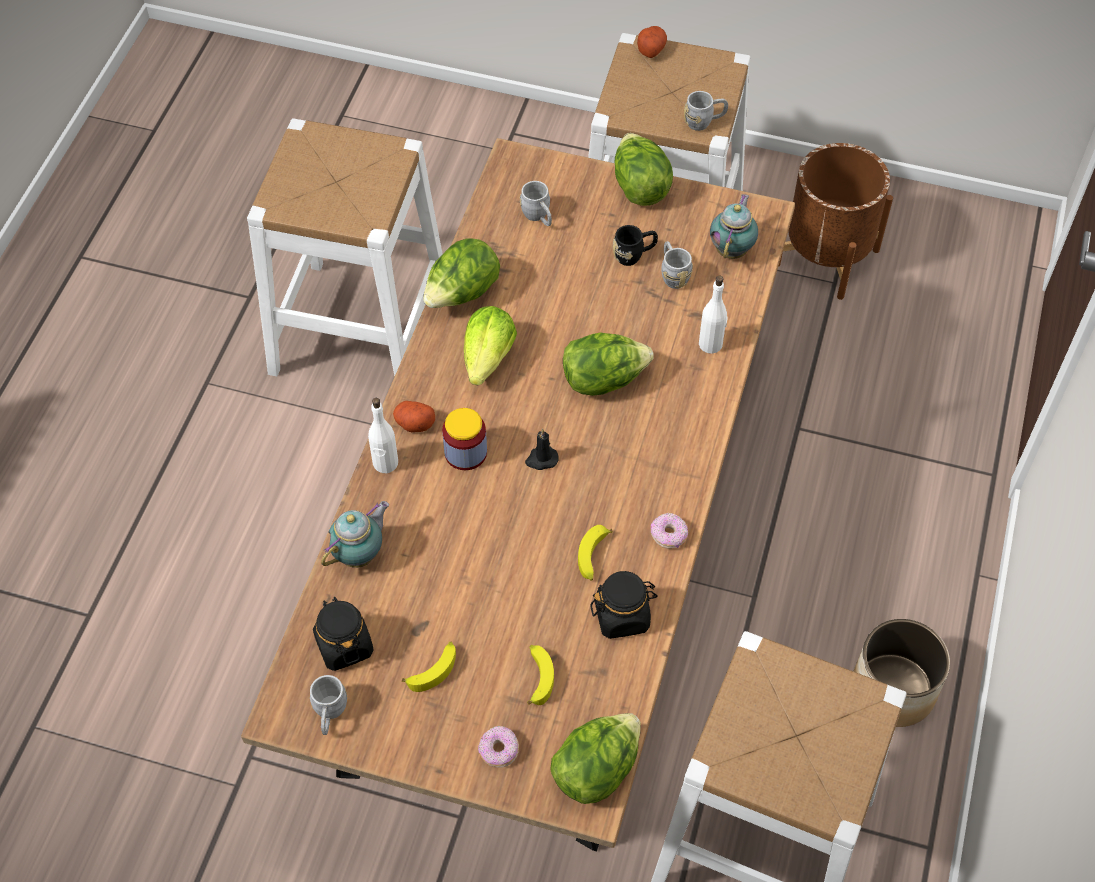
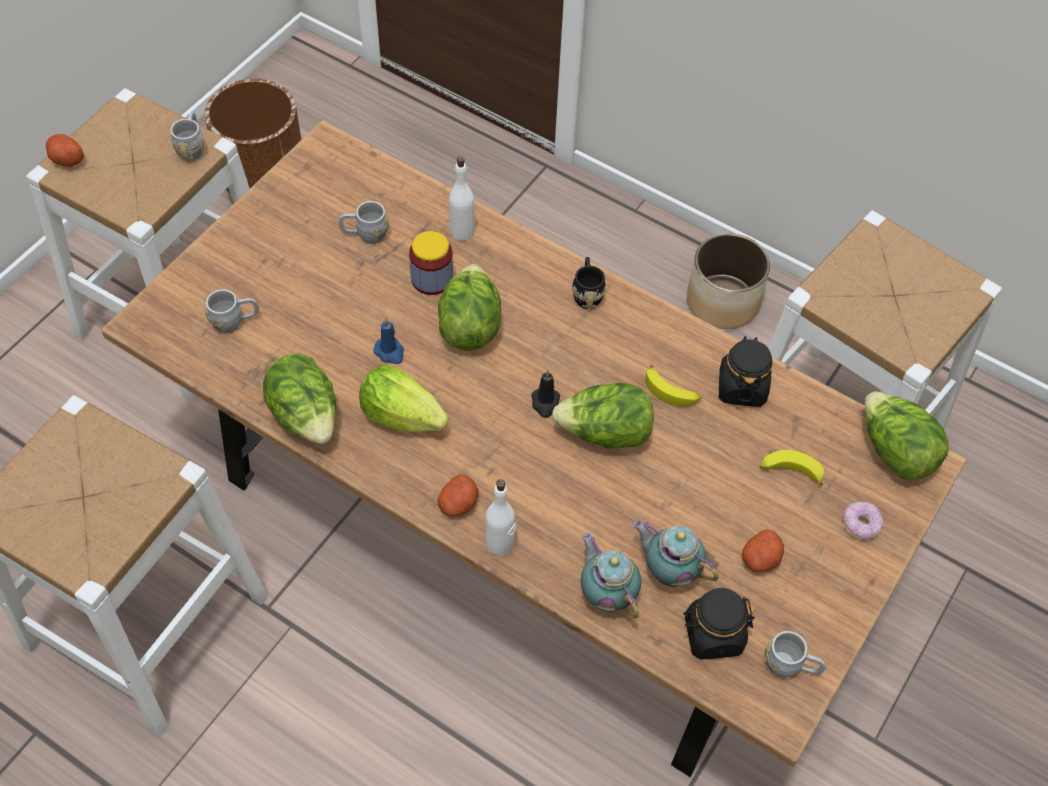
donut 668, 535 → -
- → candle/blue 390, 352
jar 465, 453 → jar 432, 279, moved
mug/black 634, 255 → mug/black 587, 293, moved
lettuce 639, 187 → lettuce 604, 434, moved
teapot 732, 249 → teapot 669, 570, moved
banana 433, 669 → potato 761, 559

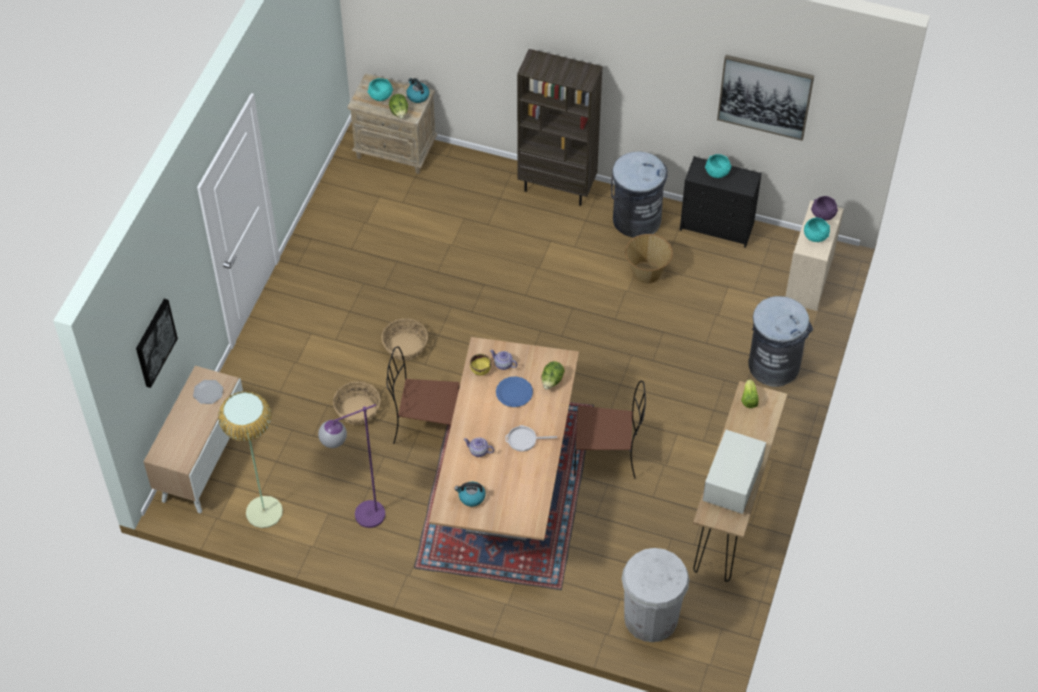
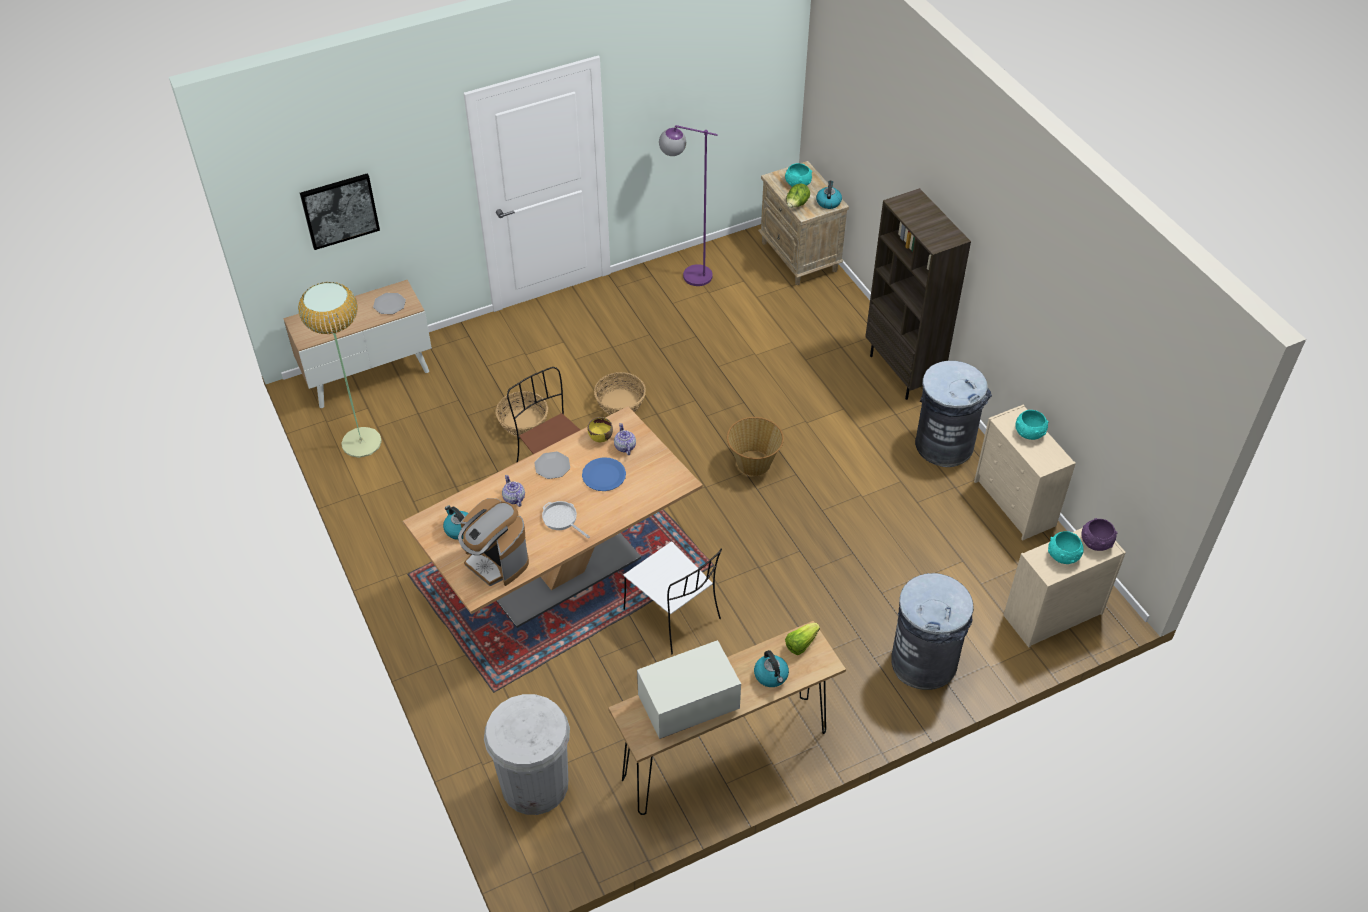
lettuce 552, 381 → -
picture 765, 96 → -
- → coffee machine 496, 562
- → plate 552, 466
- → kettle 771, 676
floor lamp/purple 359, 519 → floor lamp/purple 687, 274, moved
basket 647, 273 → basket 753, 464, moved
chair/brown 607, 455 → chair/white 674, 615
dresser/black 717, 227 → dresser/beige 1015, 504

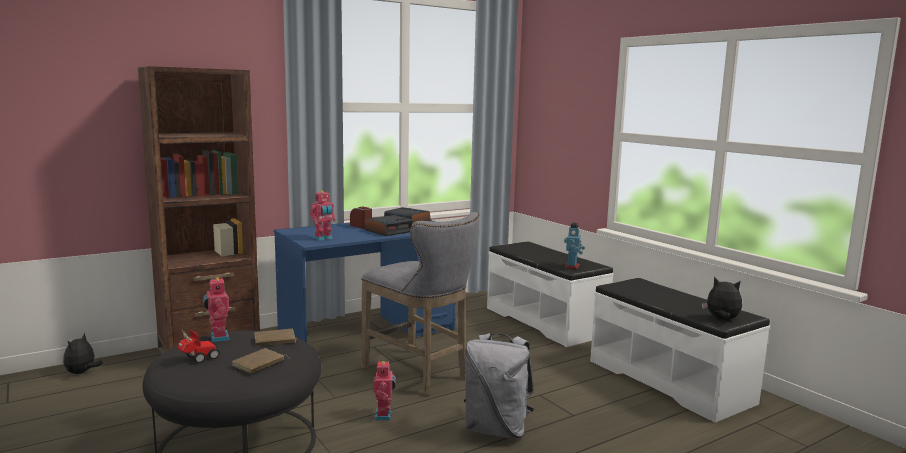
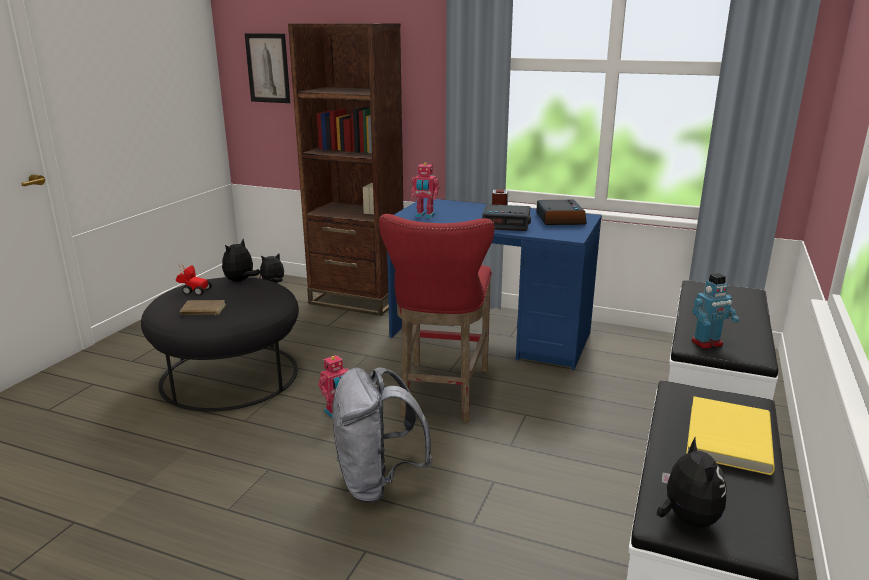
book/brown 275, 340 → -
- → picture 268, 68
- → book/yellow 726, 437
toy robot 218, 338 → plush toy 241, 281
stool/grey 419, 374 → stool/red 441, 394

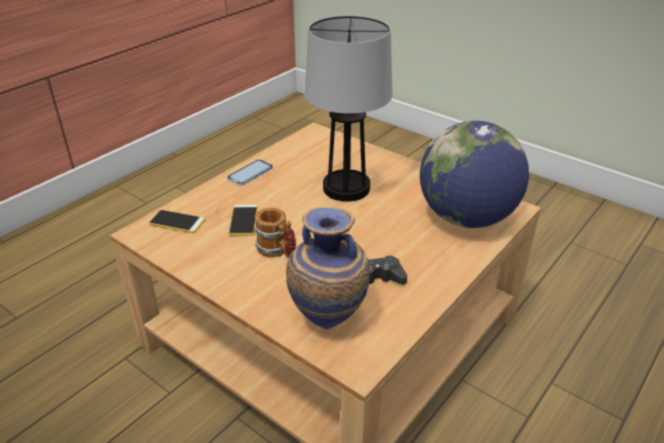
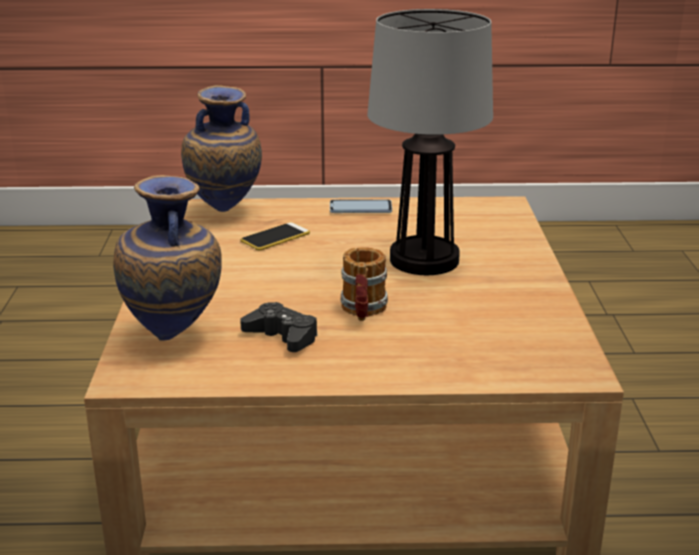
globe 466, 218 → -
mug 277, 251 → mug 363, 311, moved
phone 177, 222 → vase 224, 213

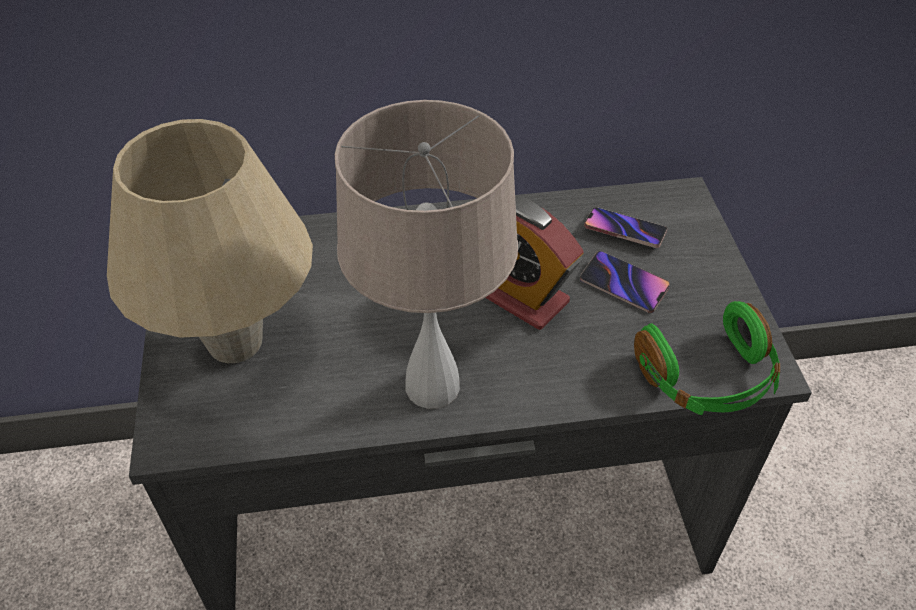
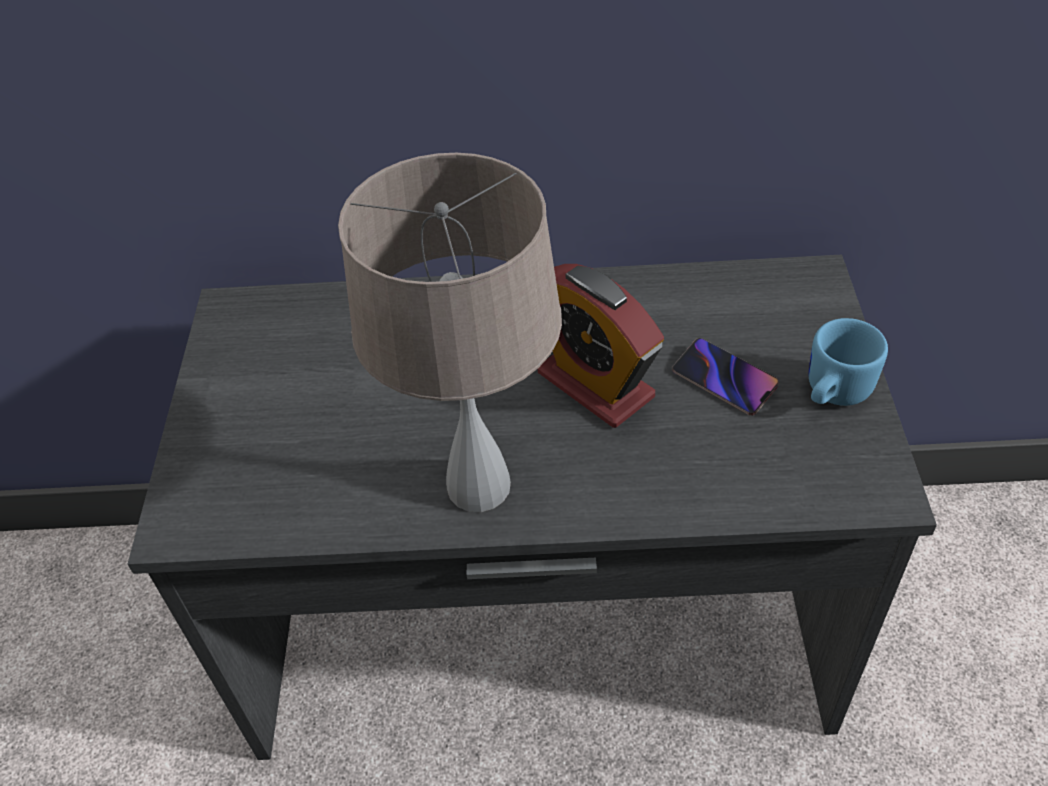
table lamp/beige 235, 342 → -
phone 624, 231 → -
headphones/green 707, 378 → -
- → mug/blue 832, 393

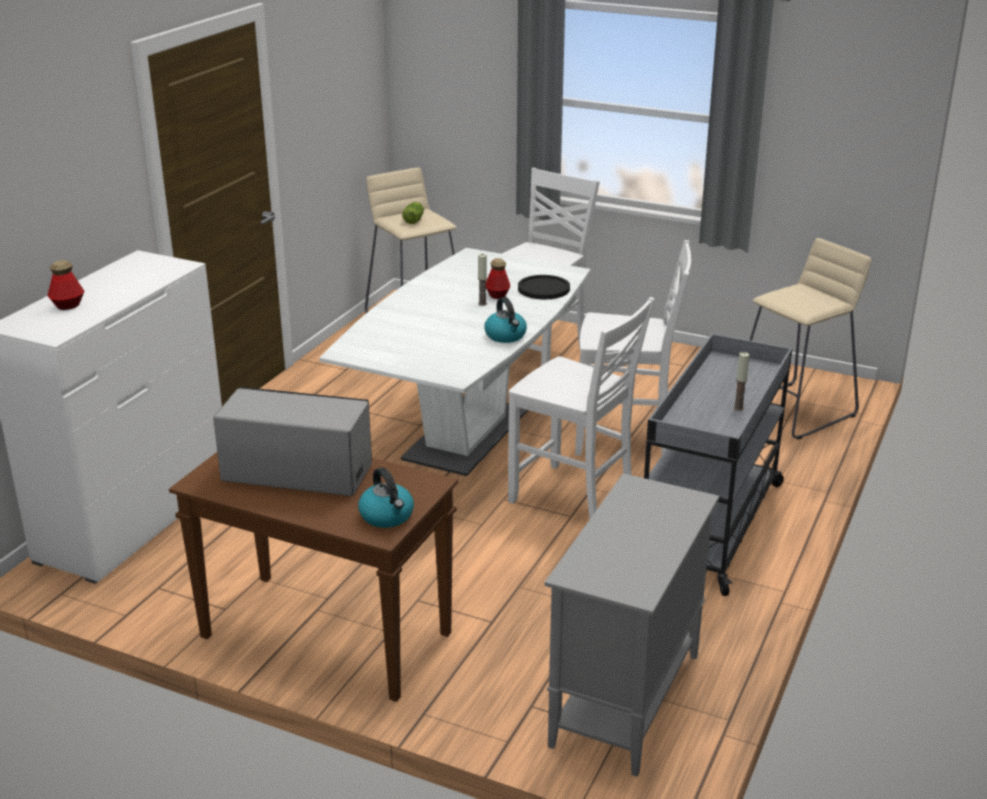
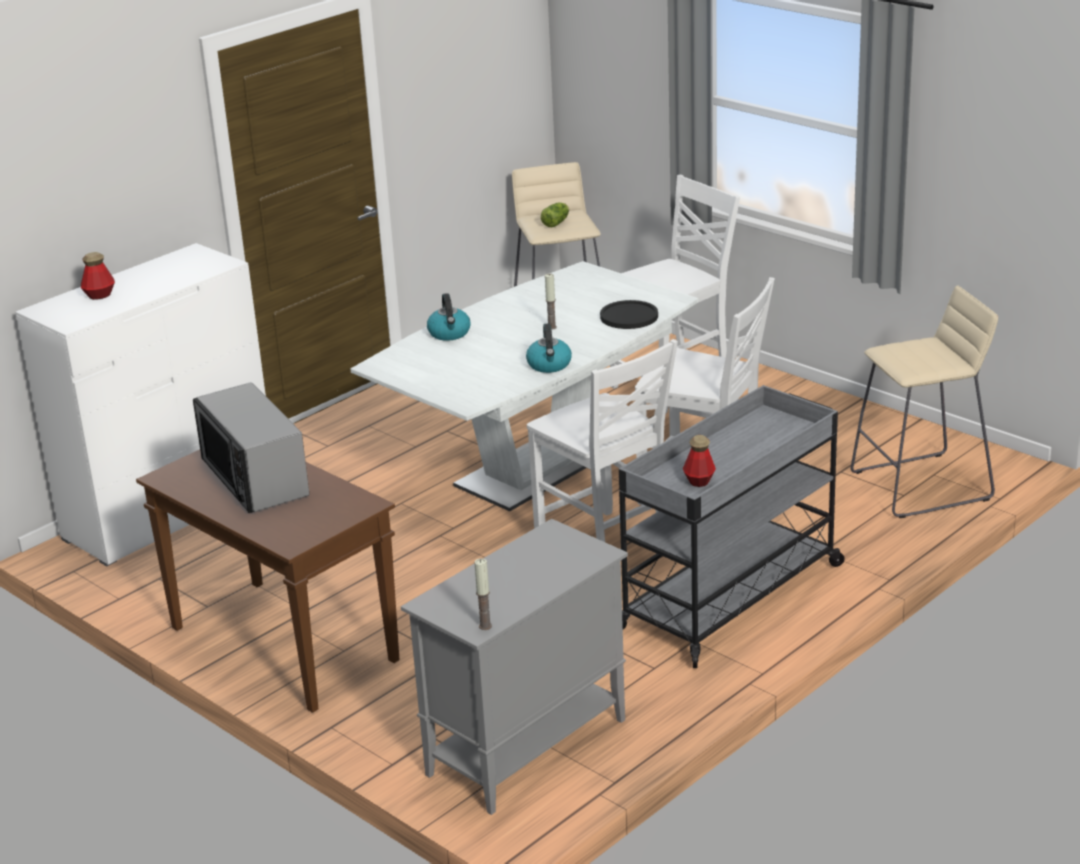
kettle 387, 516 → kettle 449, 333, moved
bottle 497, 295 → bottle 699, 481, moved
candle 738, 408 → candle 485, 626, moved
microwave 297, 472 → microwave 254, 479, 150 degrees counterclockwise

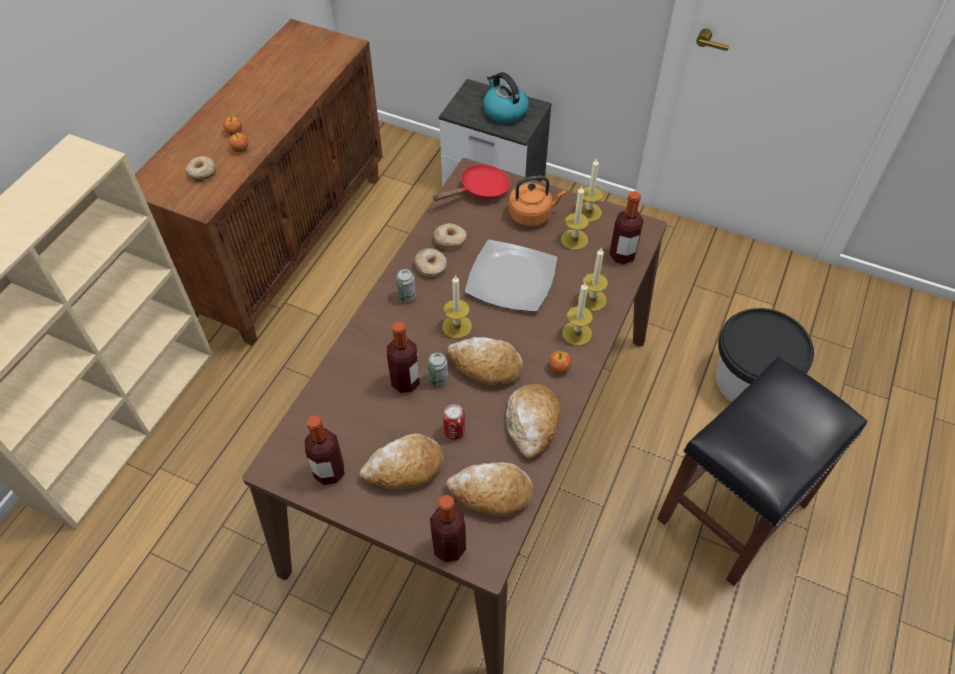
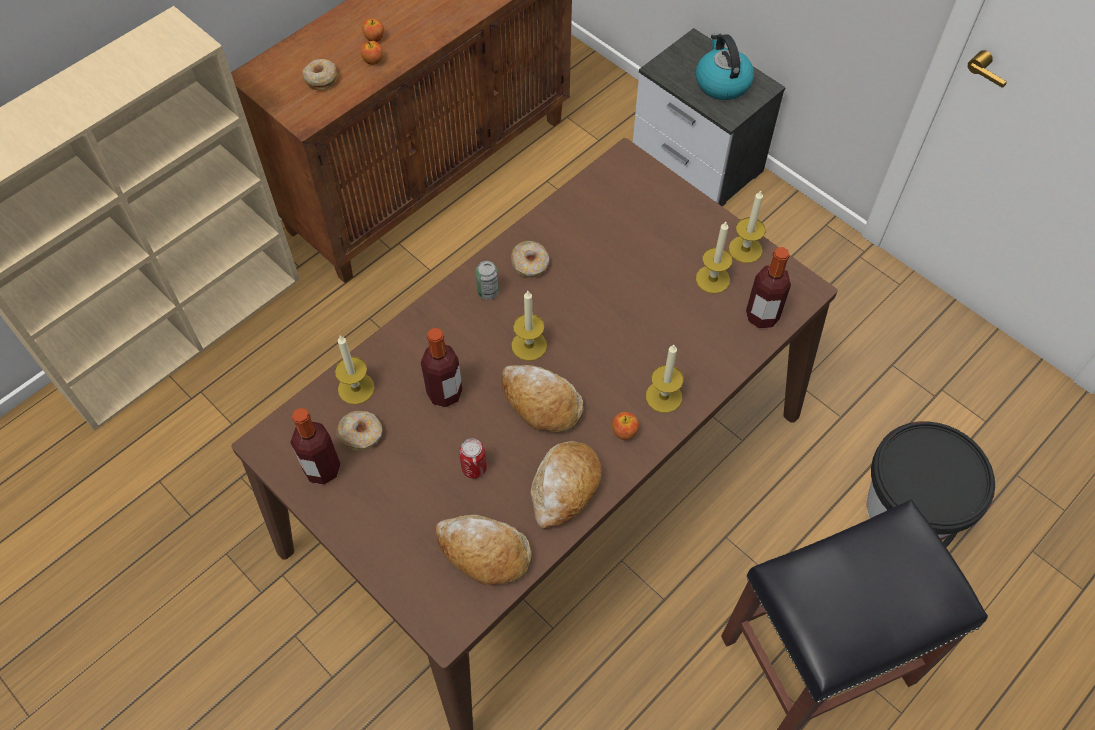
bread 404, 469 → -
can 438, 379 → -
bottle 449, 547 → -
frying pan/red 480, 190 → -
plate 510, 279 → -
kettle/orange 532, 215 → -
donut 450, 240 → donut 361, 434, moved
candle 592, 300 → candle 356, 388, moved

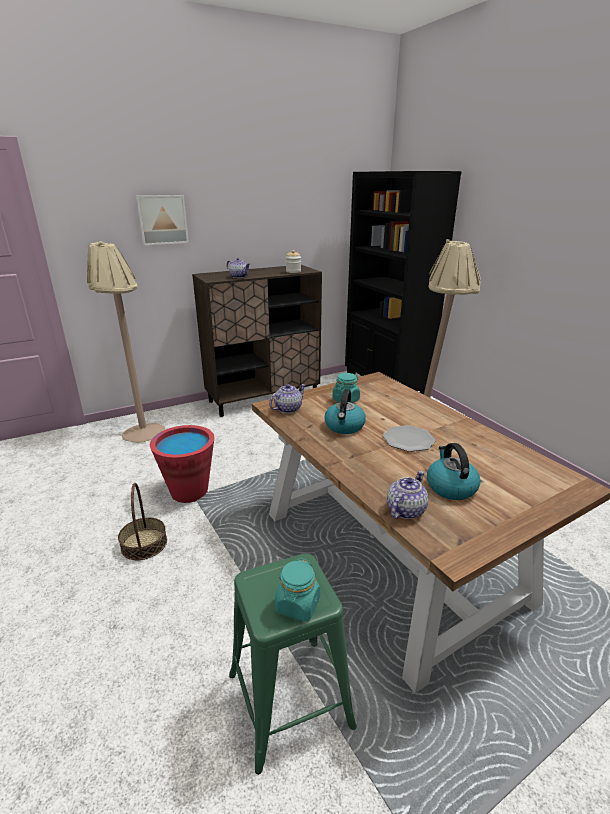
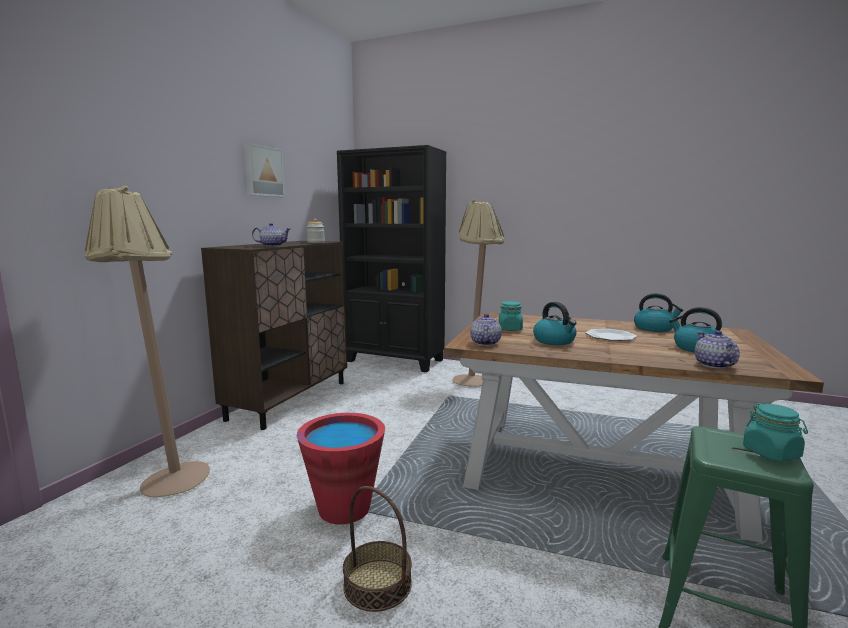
- → kettle 654, 328
picture 162, 219 → picture 263, 171, moved

